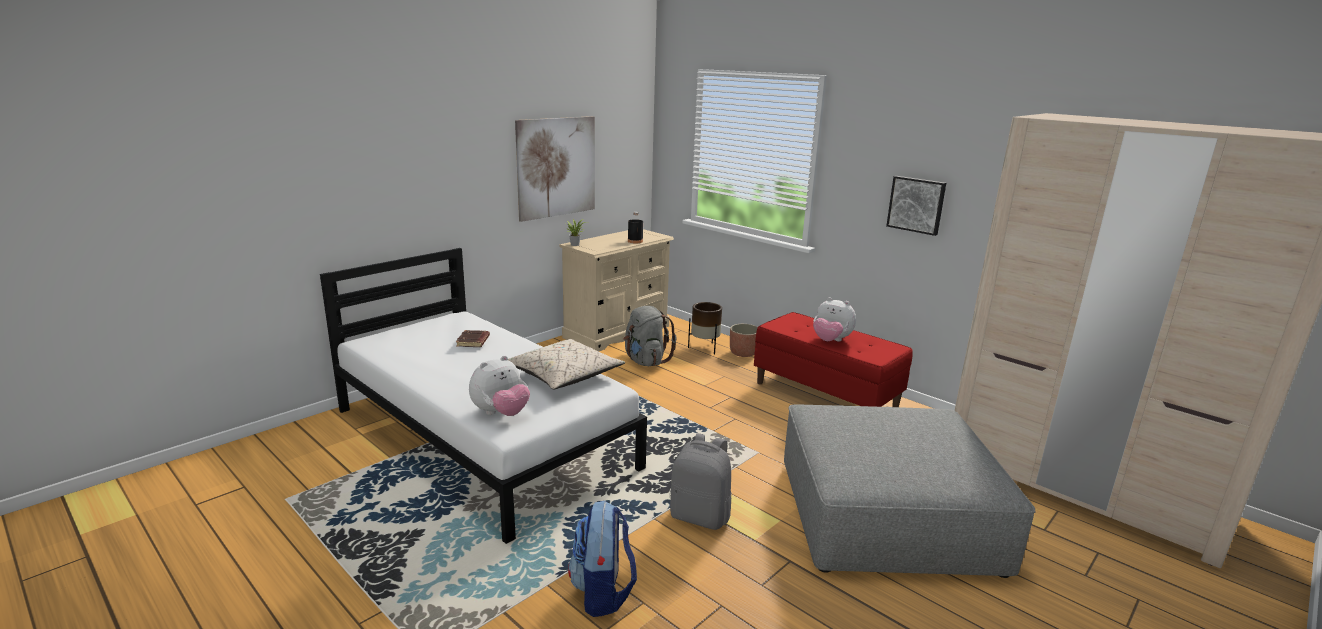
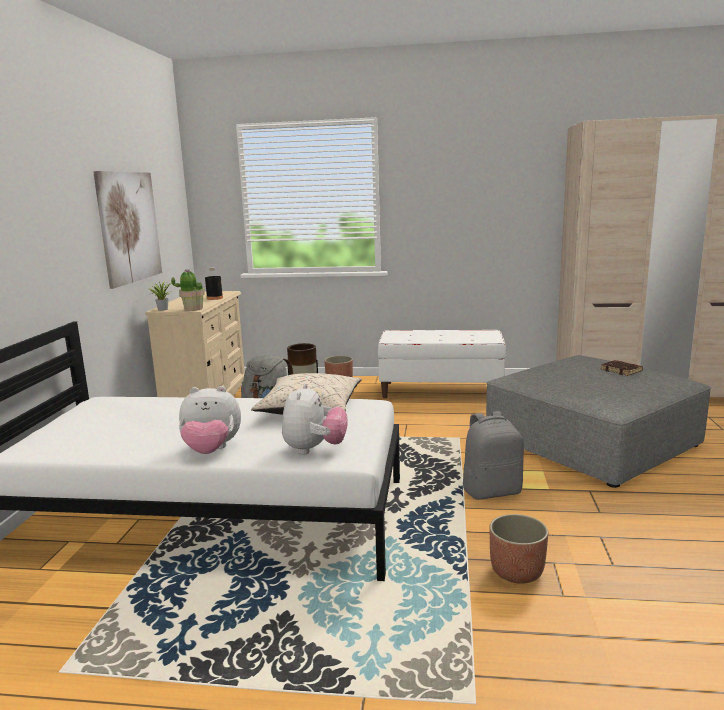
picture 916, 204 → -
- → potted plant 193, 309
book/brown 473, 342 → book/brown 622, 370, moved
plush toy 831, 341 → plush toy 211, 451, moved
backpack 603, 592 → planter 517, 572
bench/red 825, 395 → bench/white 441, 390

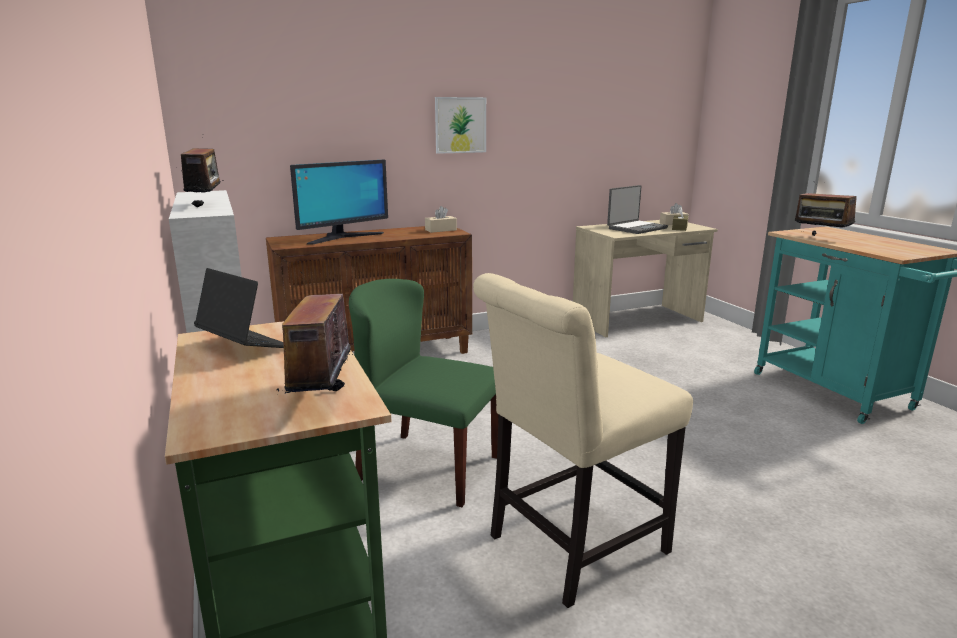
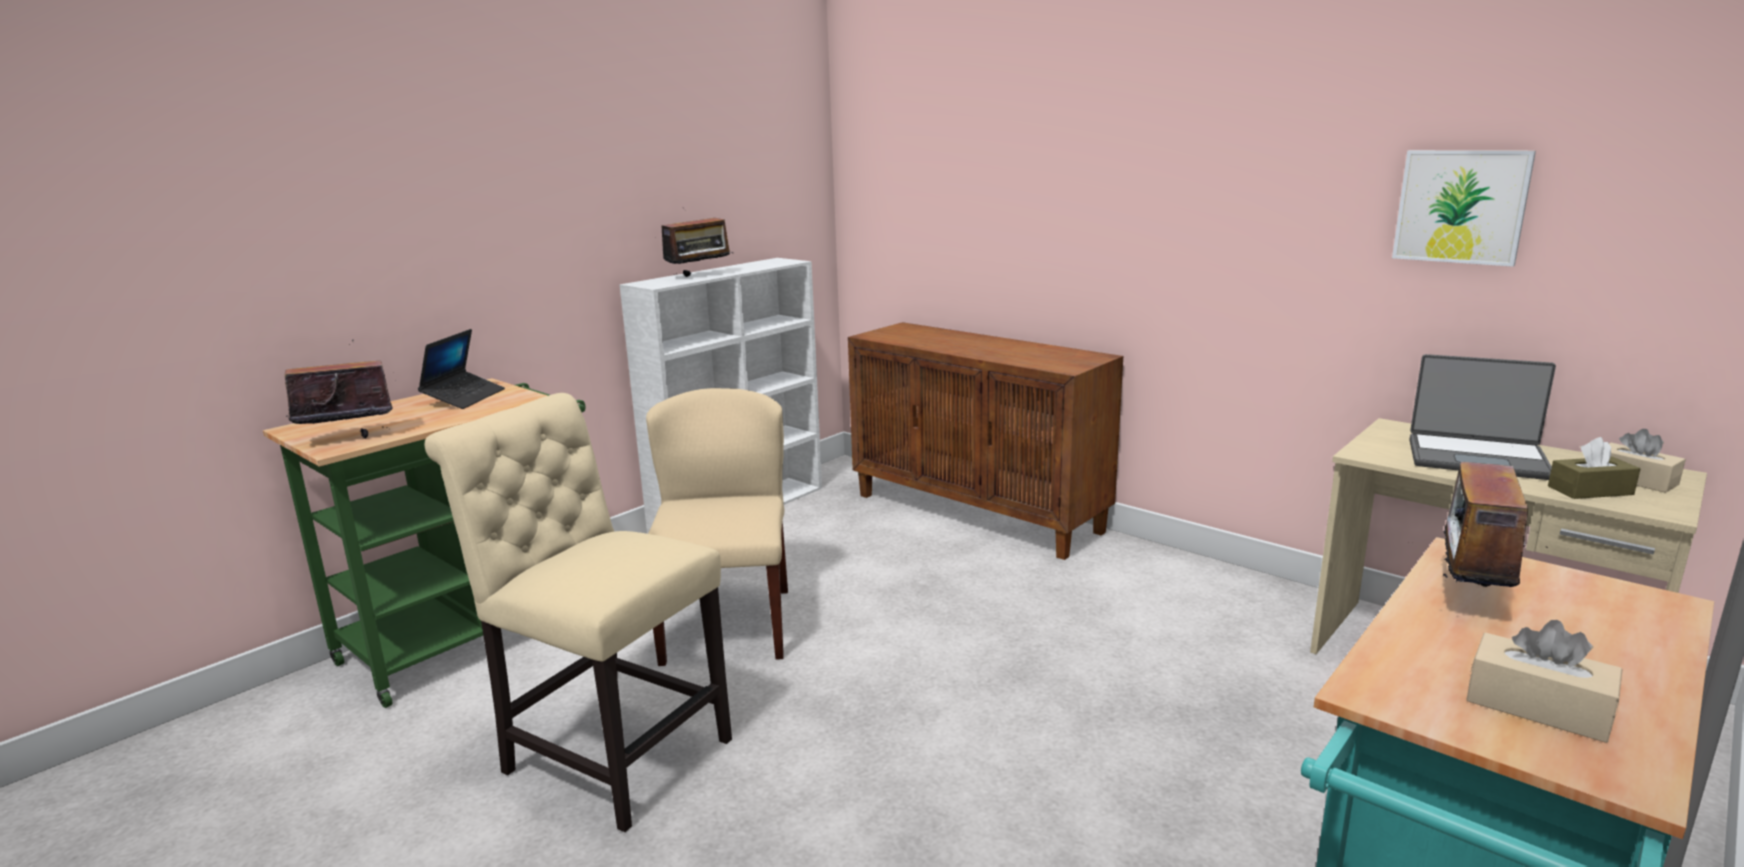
monitor 342, 237 → -
tissue box/beige 440, 230 → tissue box/beige 1537, 707, moved
picture 460, 125 → picture 1461, 206, moved
chair/green 428, 468 → chair/beige 726, 625

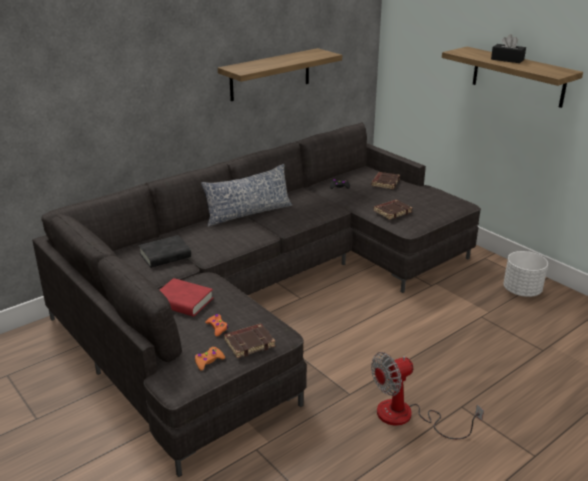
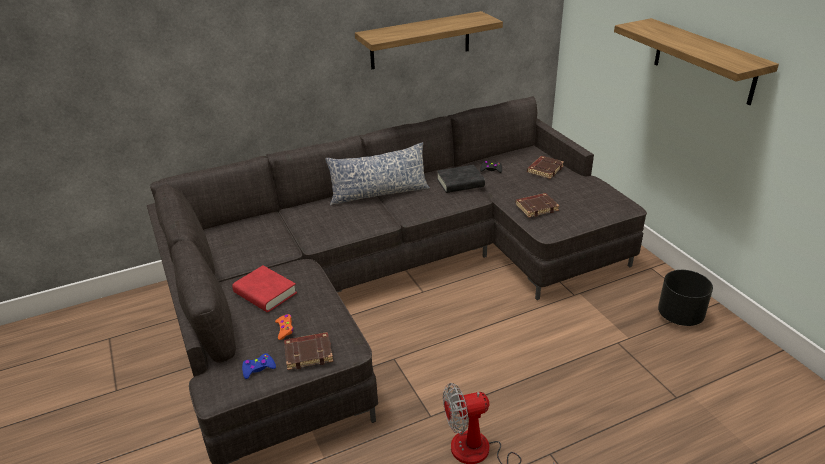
tissue box/black 507, 59 → -
book/black 165, 255 → book/black 460, 183, moved
game controller/orange 208, 361 → game controller/blue 258, 369
planter/white 521, 291 → planter/black 679, 316

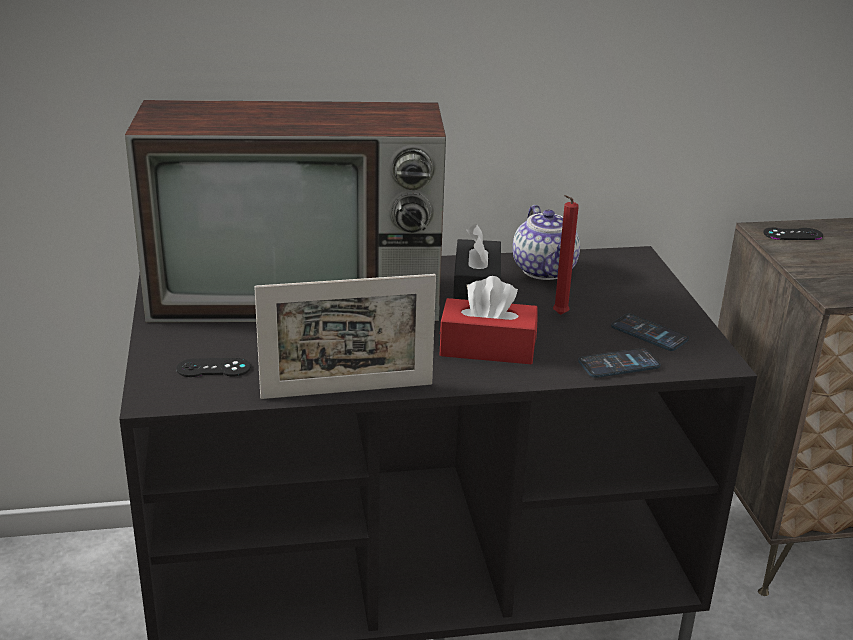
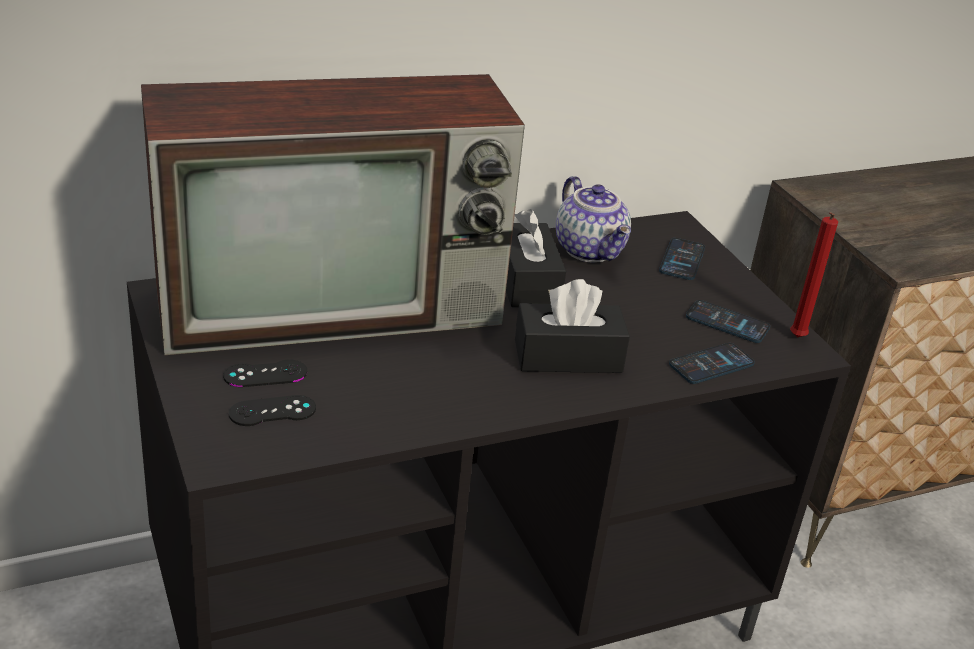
picture frame 347, 391 → -
- → phone 682, 260
candle/red 558, 315 → candle/red 796, 338, moved
game controller/black 792, 234 → game controller/black 265, 374, moved
tissue box/red 487, 348 → tissue box/black 568, 356

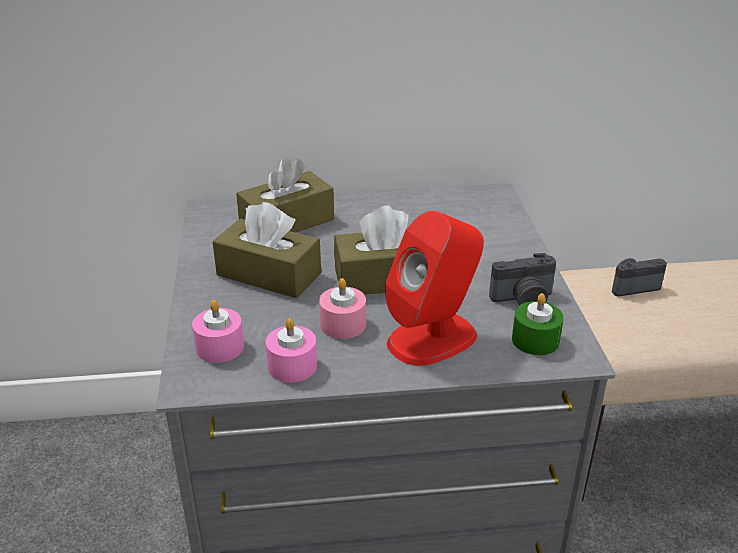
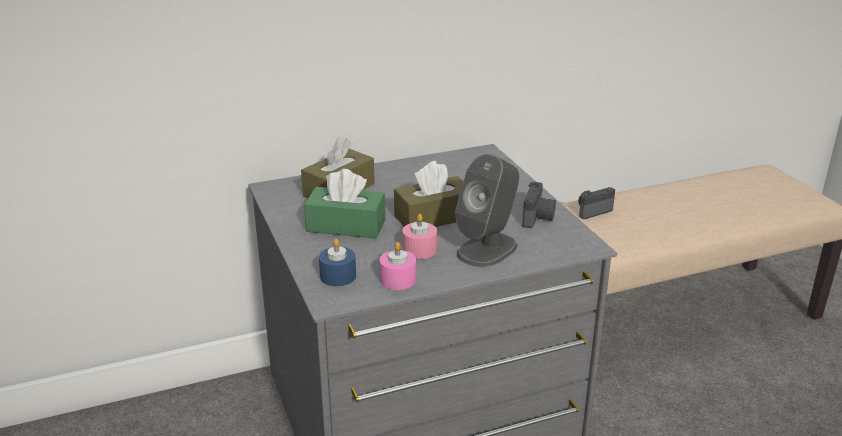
candle/green 535, 340 → -
candle/pink 220, 347 → candle/blue 338, 276
tissue box/brown 269, 274 → tissue box/green 346, 226
speaker/red 433, 338 → speaker/grey 487, 249
photo camera 523, 300 → photo camera 538, 218, 45 degrees counterclockwise

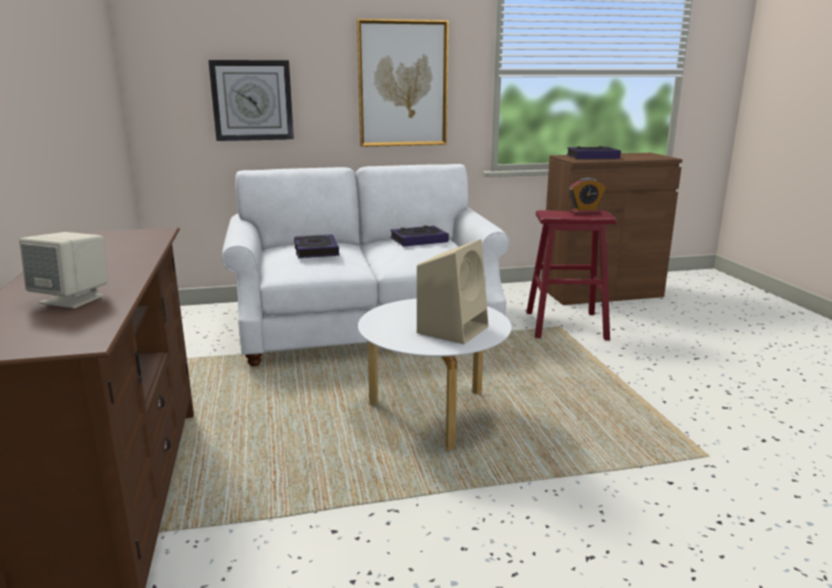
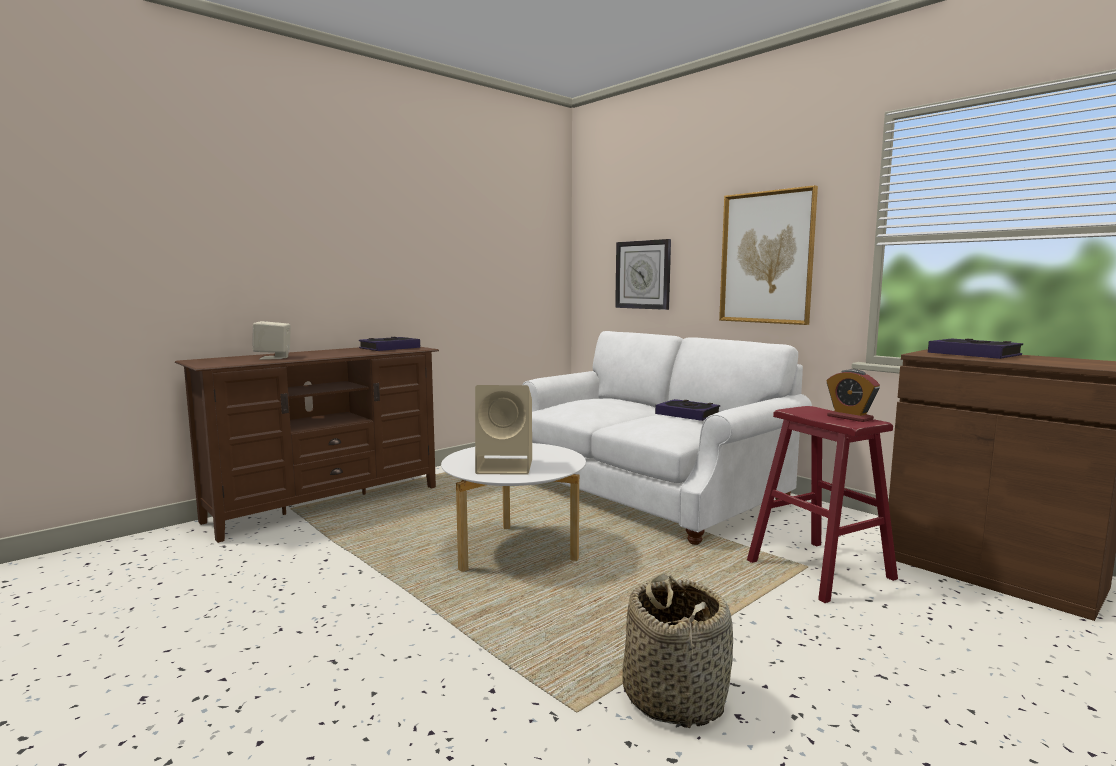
- → basket 674, 697
book 316, 251 → book 389, 348, moved

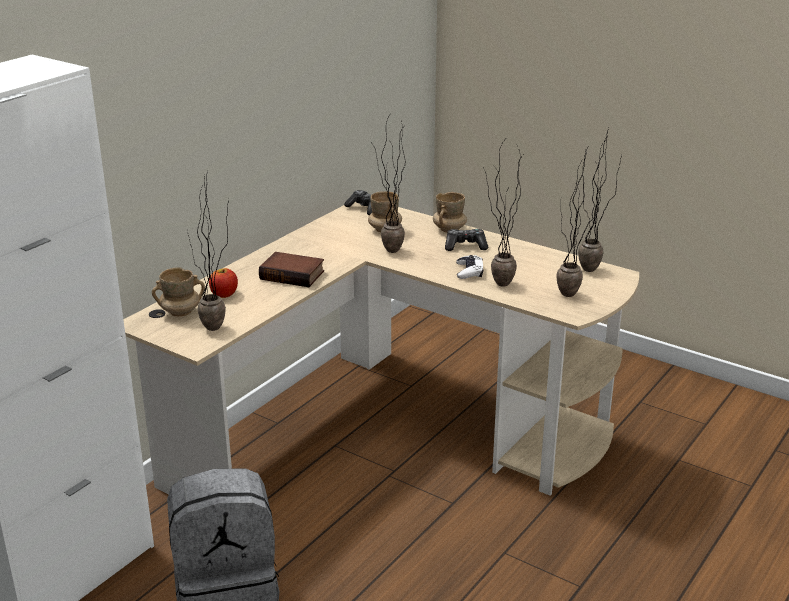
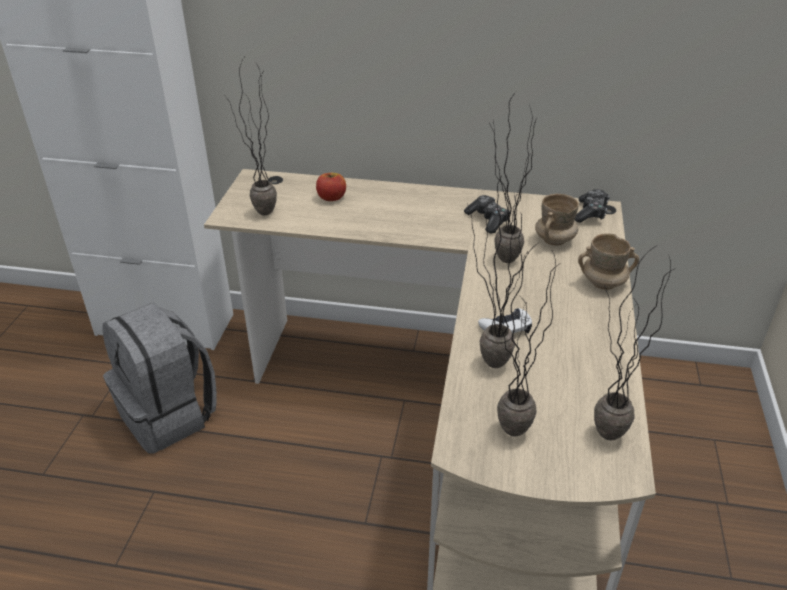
mug/beige 181, 312 → -
book 293, 274 → -
game controller 465, 246 → game controller 487, 220, moved

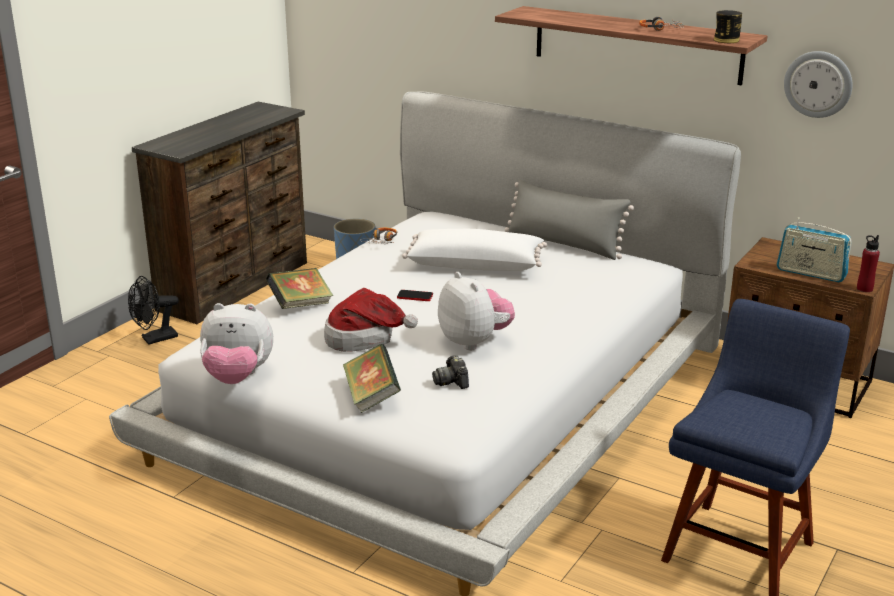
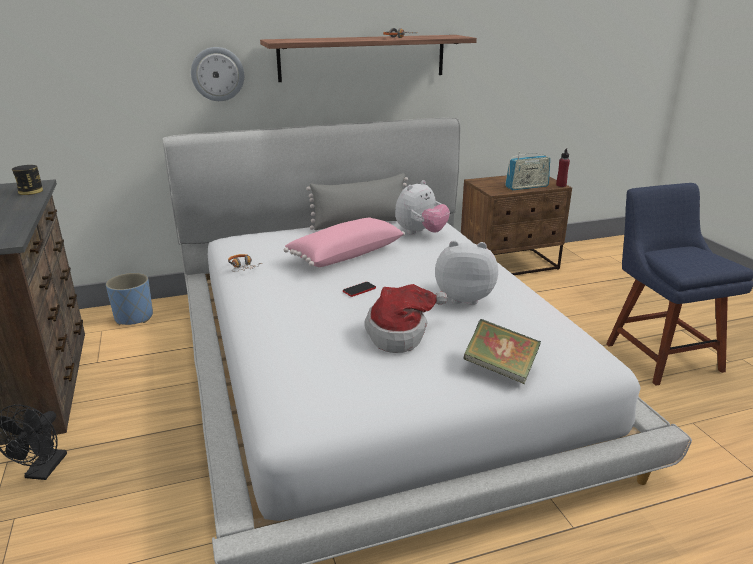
book 300, 305 → -
photo camera 452, 381 → -
plush toy 237, 377 → plush toy 420, 233, moved
can 726, 40 → can 30, 191, moved
wall clock 818, 84 → wall clock 217, 74, moved
pillow/white 475, 265 → pillow/pink 345, 254

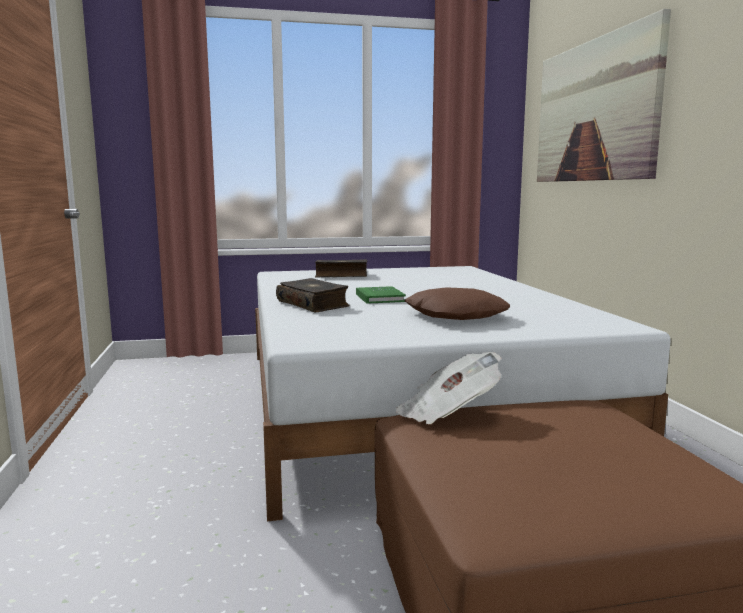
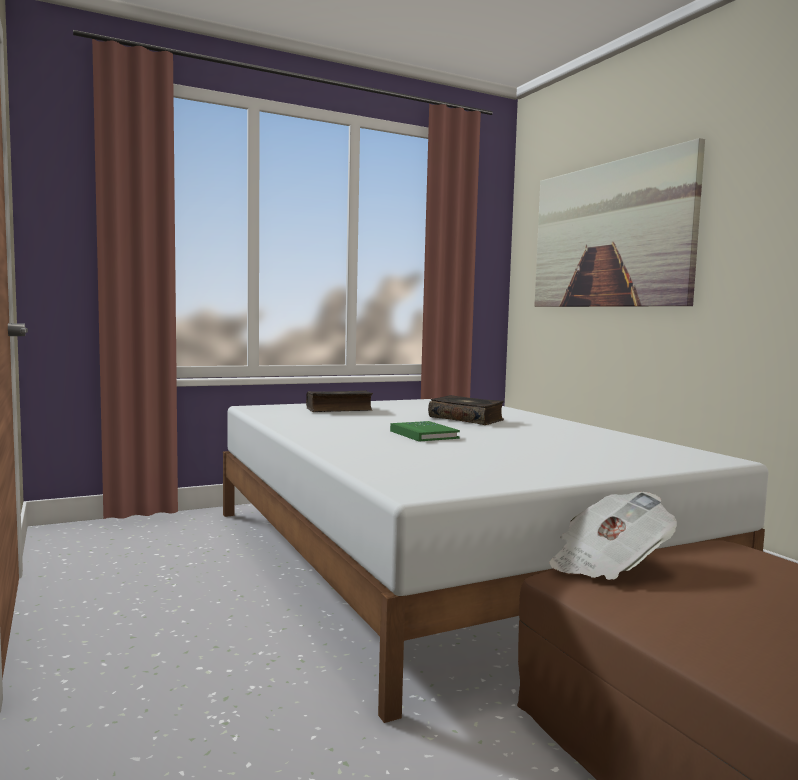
pillow/brown 455, 315 → -
book 313, 304 → book 466, 419, moved

